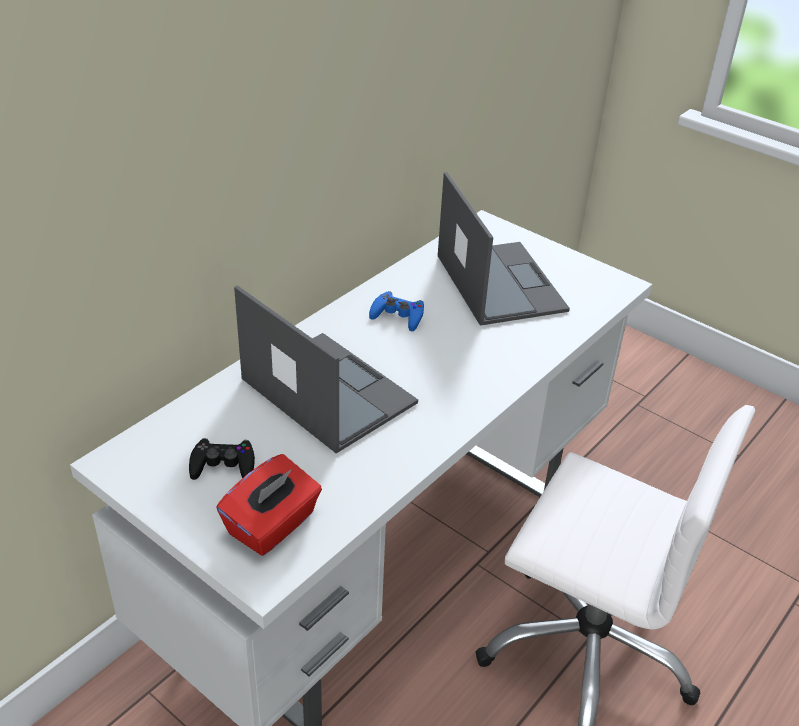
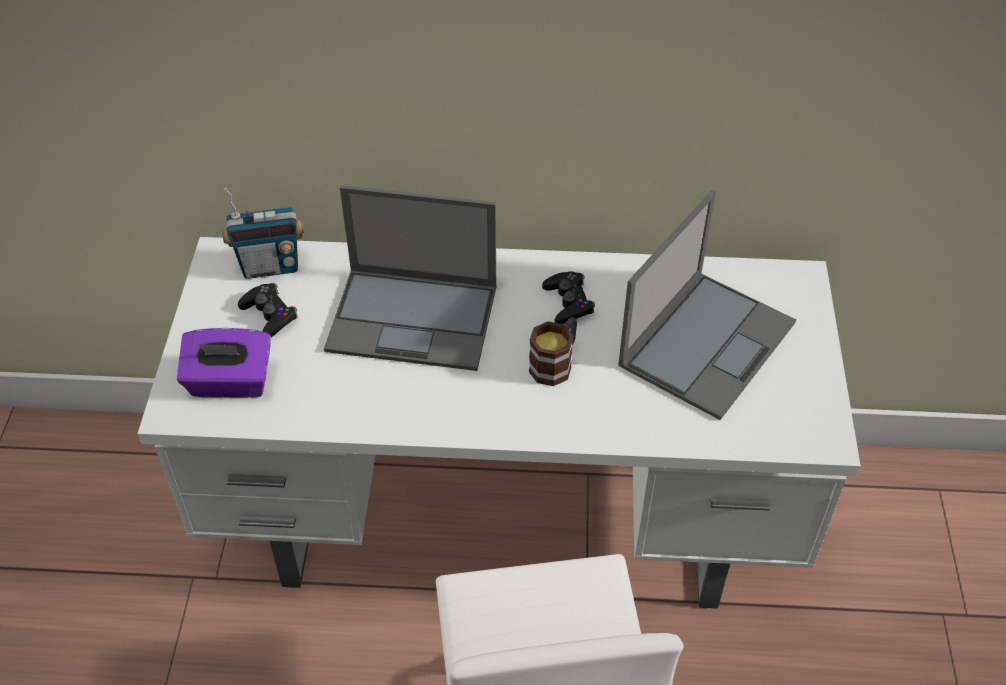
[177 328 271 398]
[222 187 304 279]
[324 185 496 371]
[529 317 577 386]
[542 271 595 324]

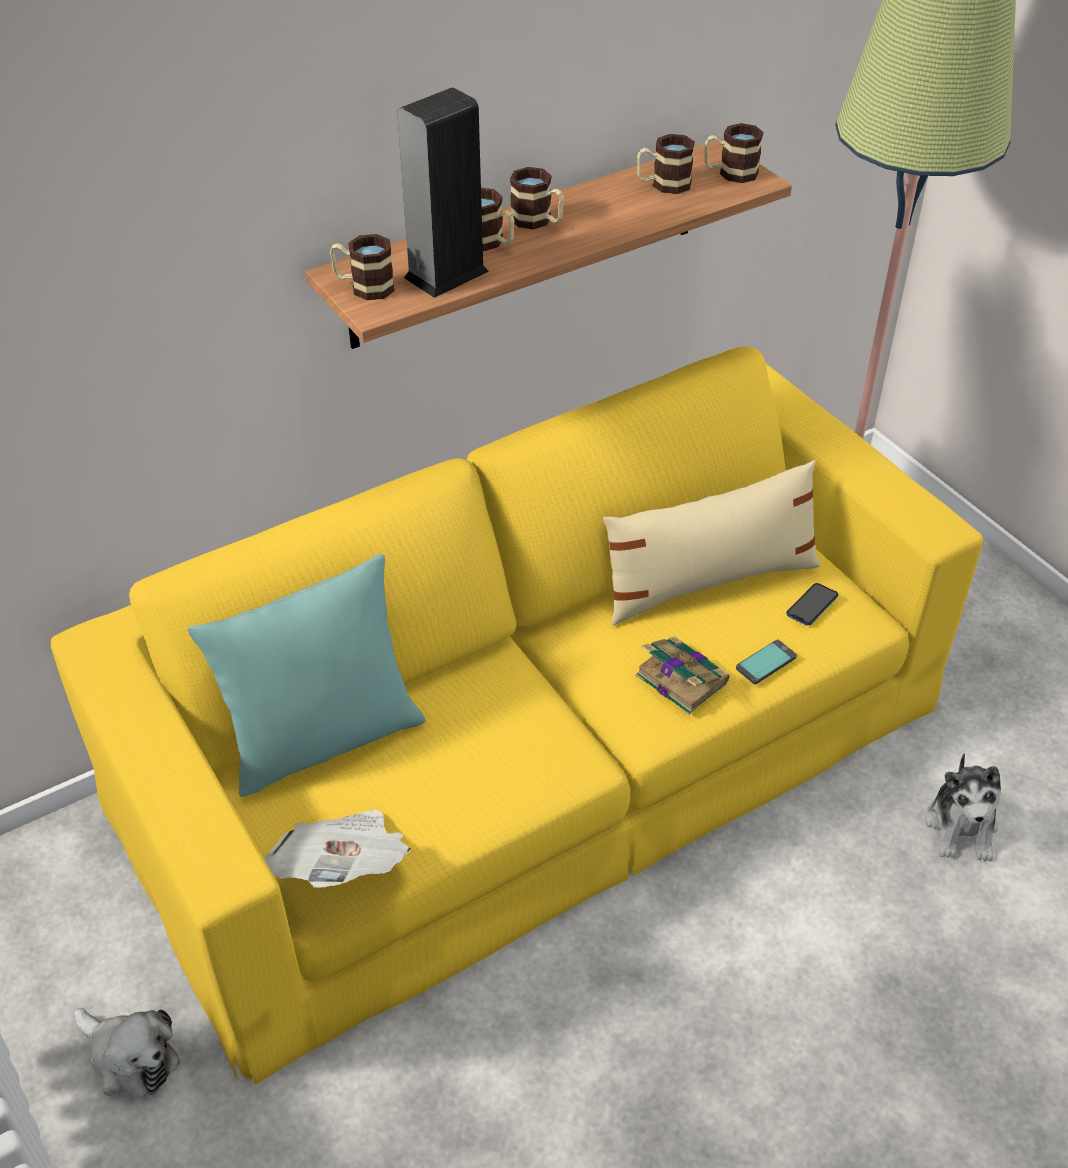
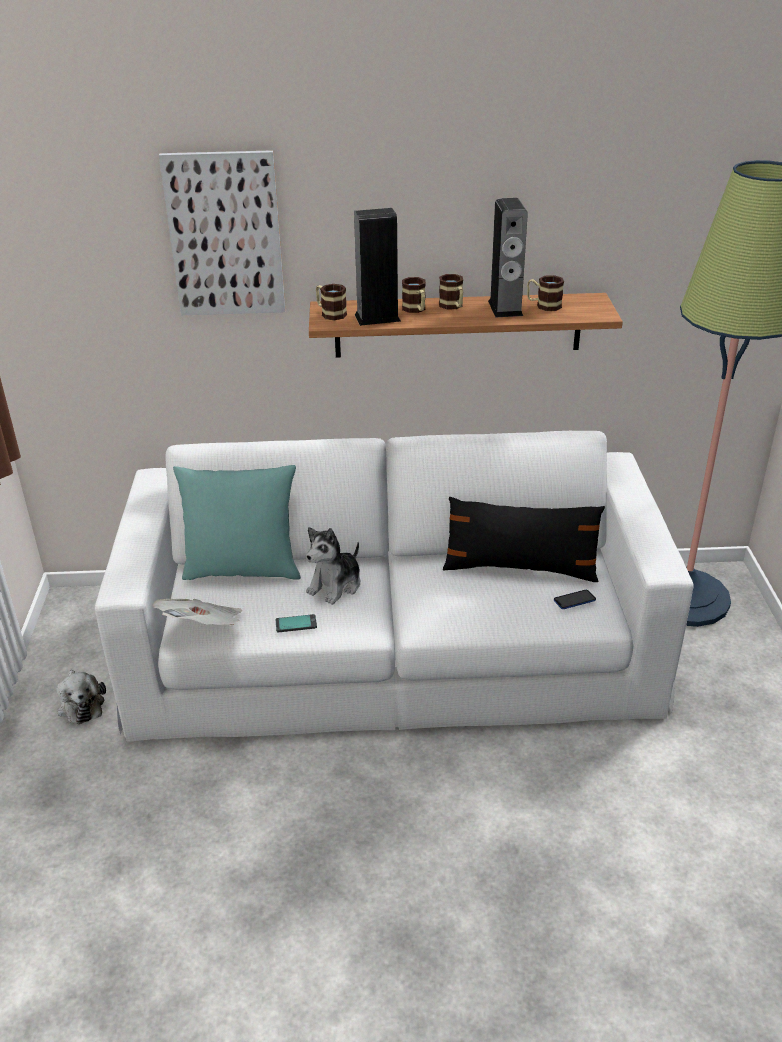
[95 431 693 742]
[159 150 285 315]
[275 614 317 632]
[306 527 360 605]
[443 497 605 582]
[488 198 528 317]
[636 636 729 715] (first image)
[704 123 764 183] (first image)

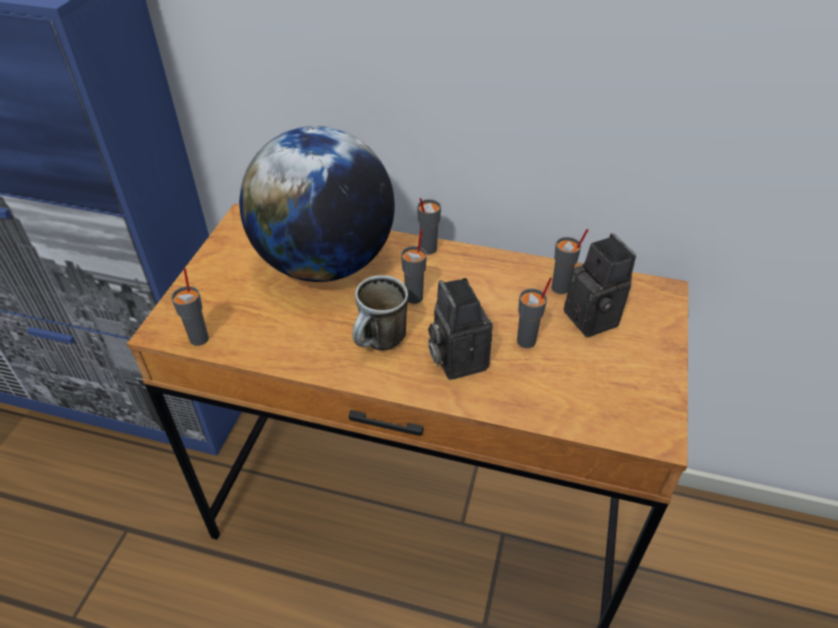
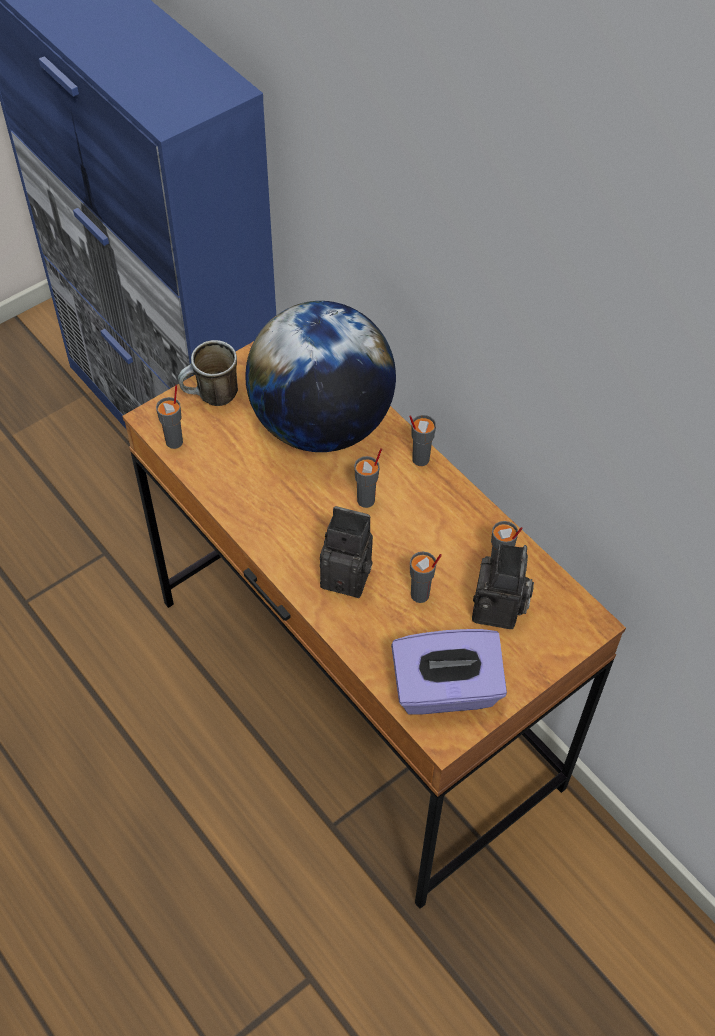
[178 340 238 406]
[320 506 373 598]
[391 629 507 715]

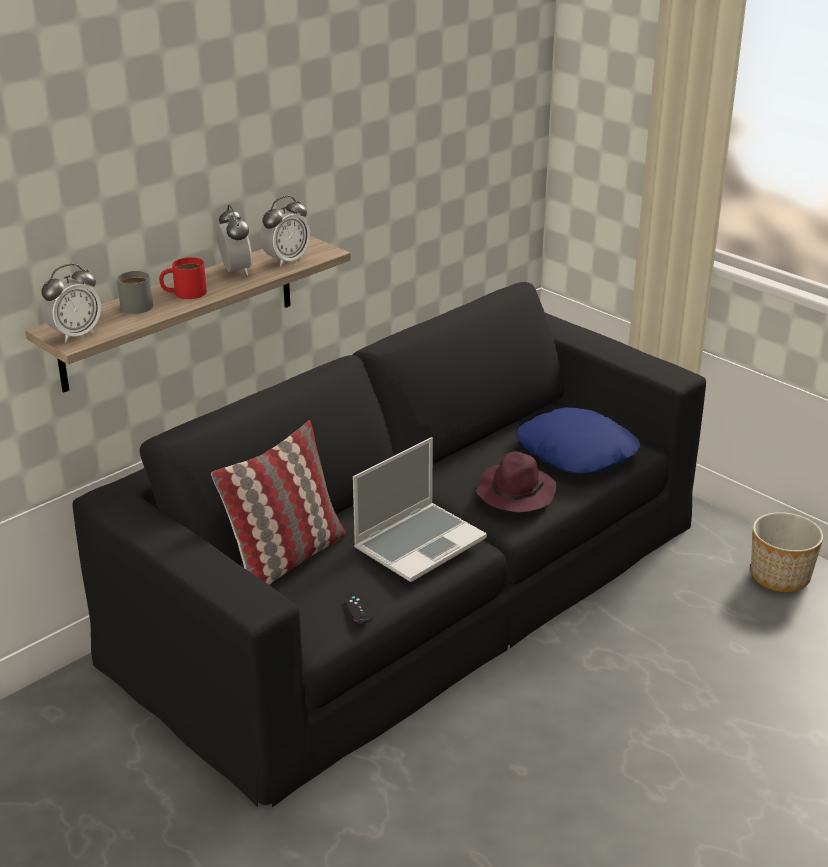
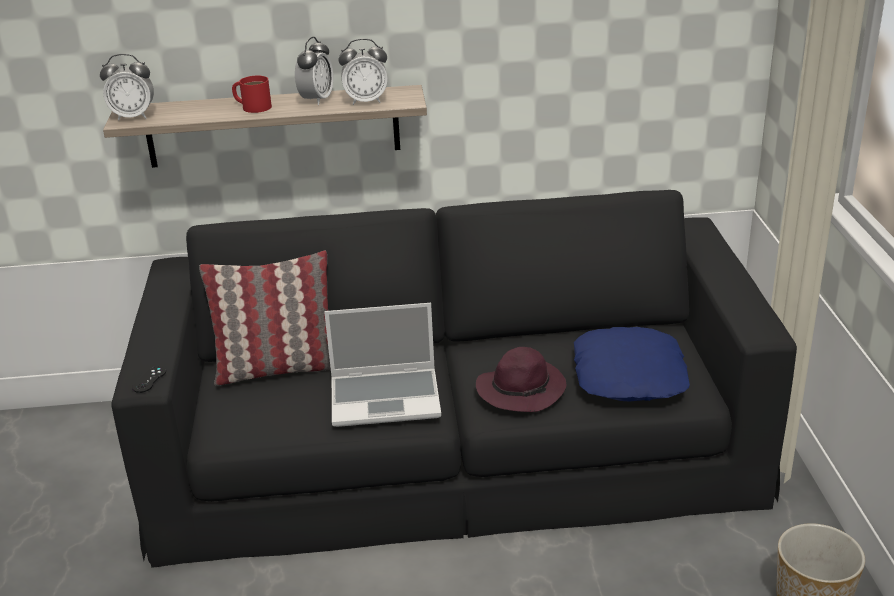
[132 366 166 393]
[117 271 153 314] (first image)

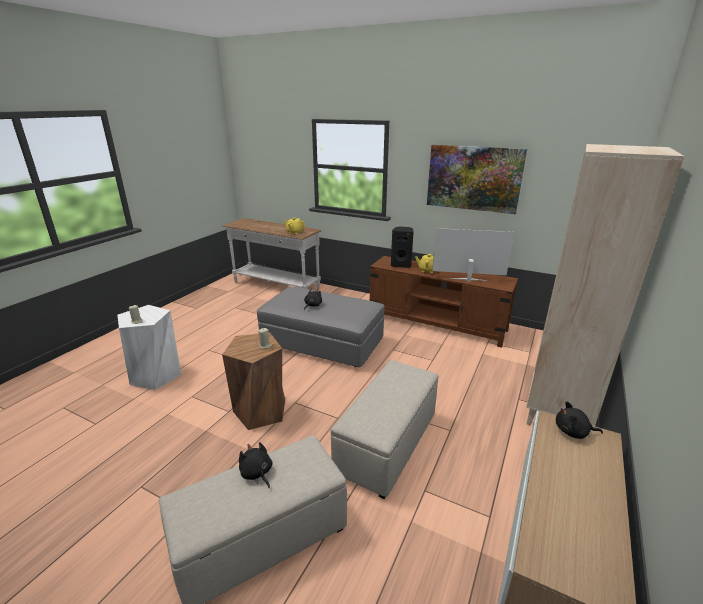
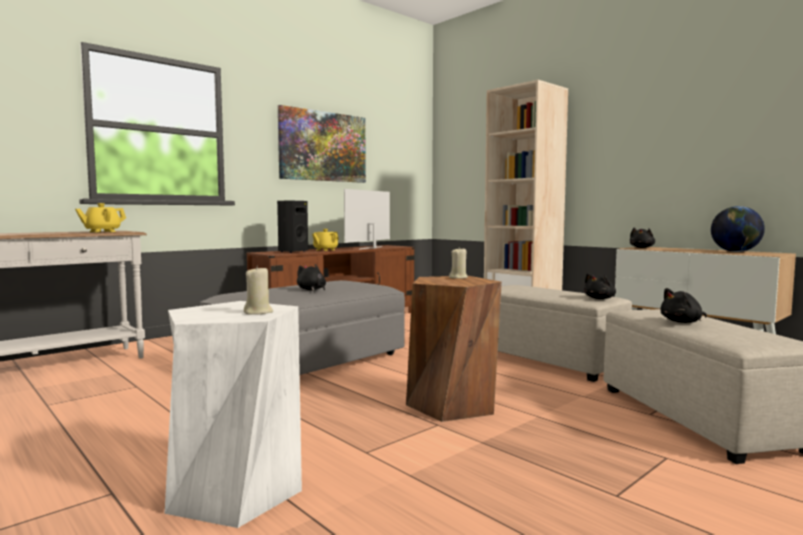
[584 273 616 299]
[711 206 765 252]

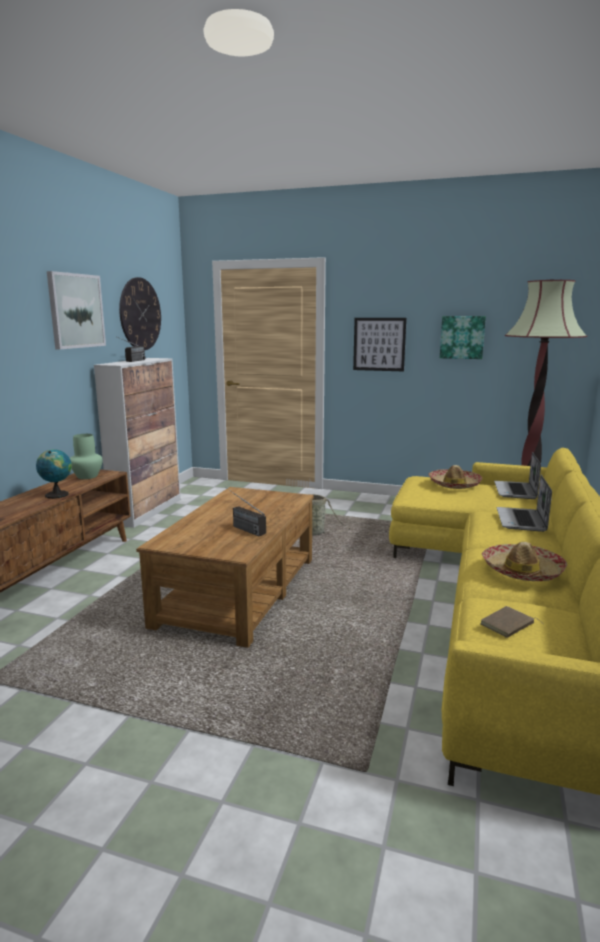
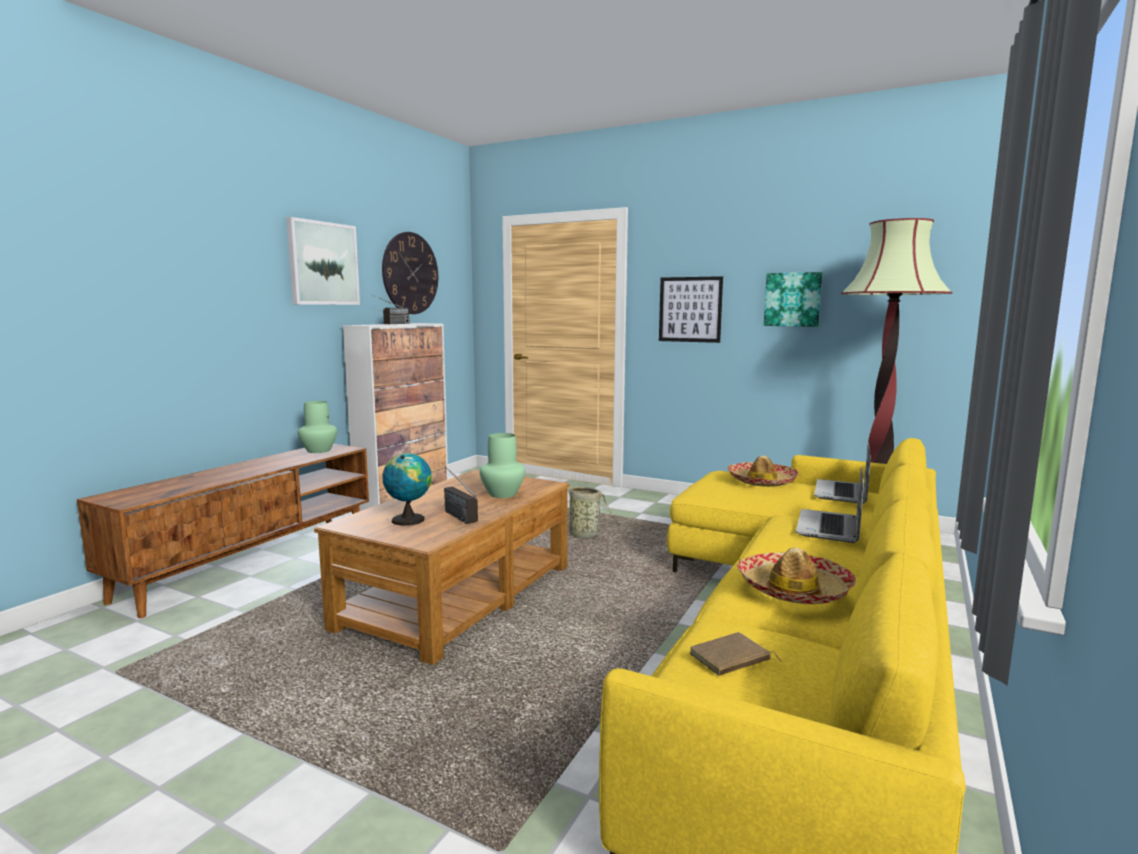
[382 453 432 526]
[480 433 525 498]

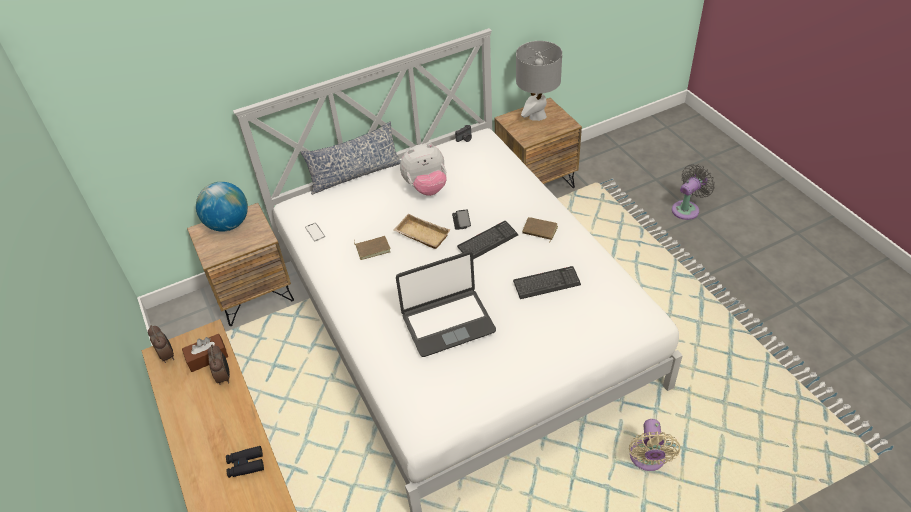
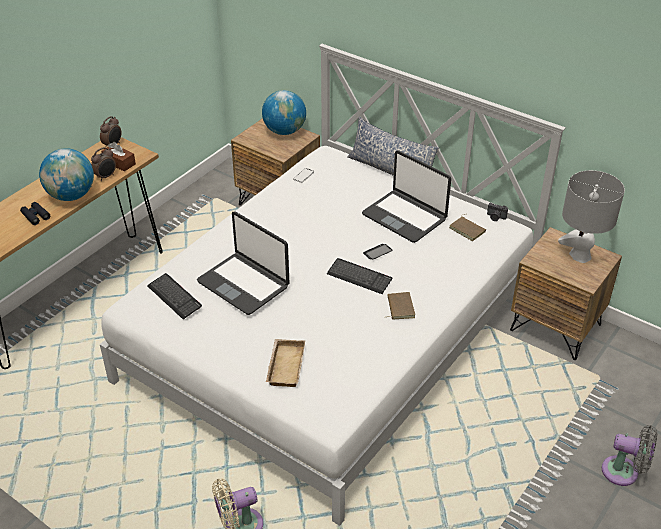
[39 148 94 201]
[147 273 202 319]
[266 339 305 387]
[362 150 451 243]
[449 214 486 241]

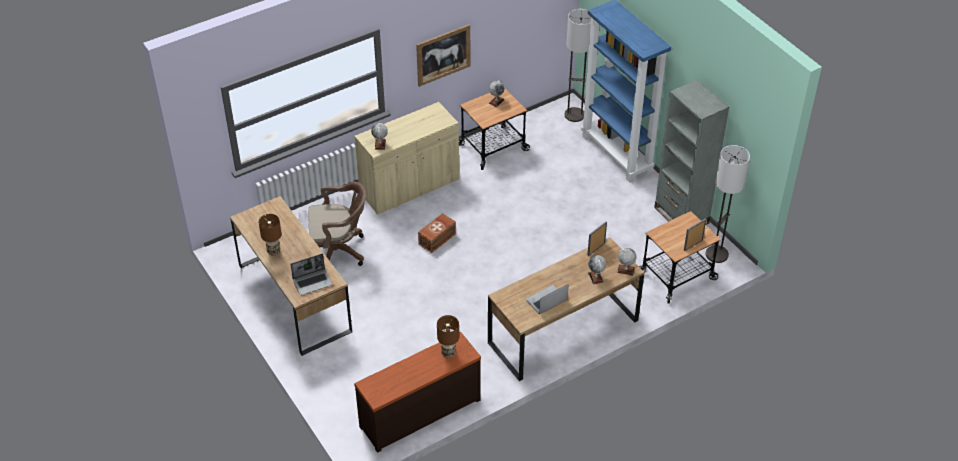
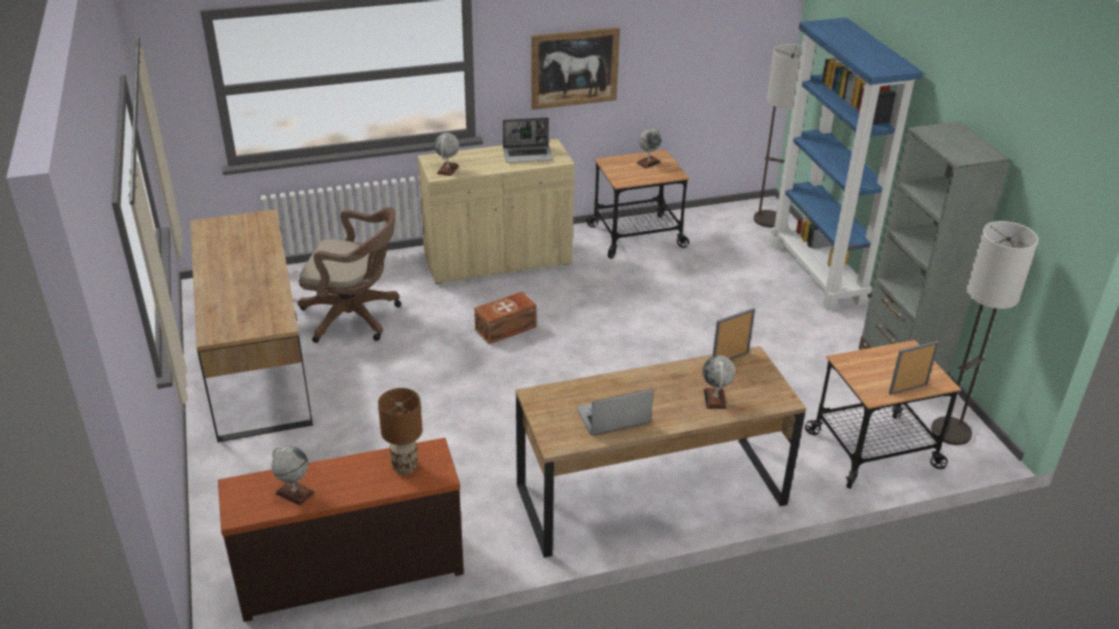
[271 446 315 506]
[503 118 553 163]
[259 214 282 256] (first image)

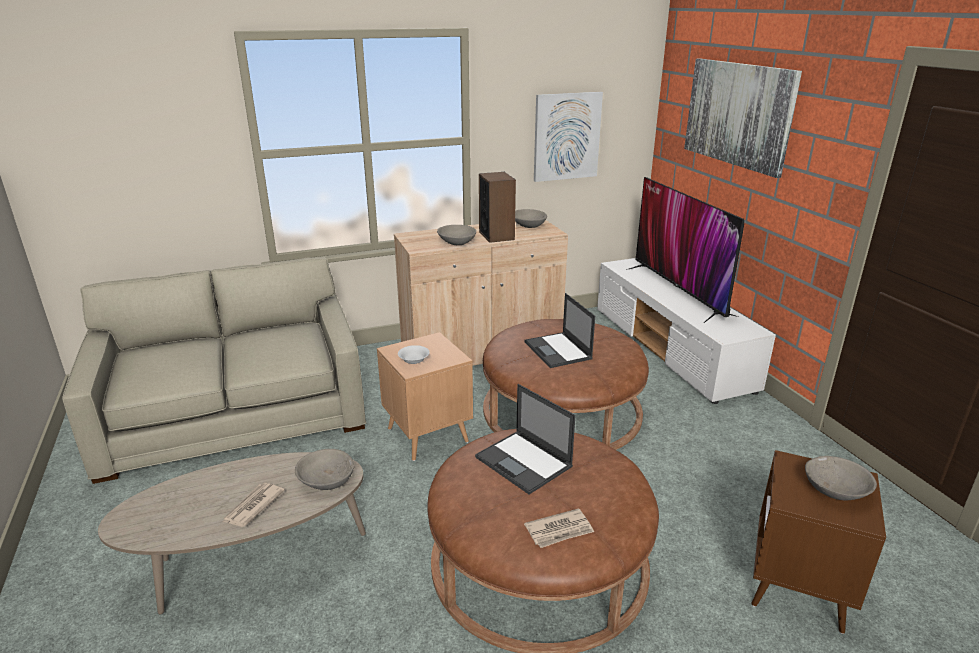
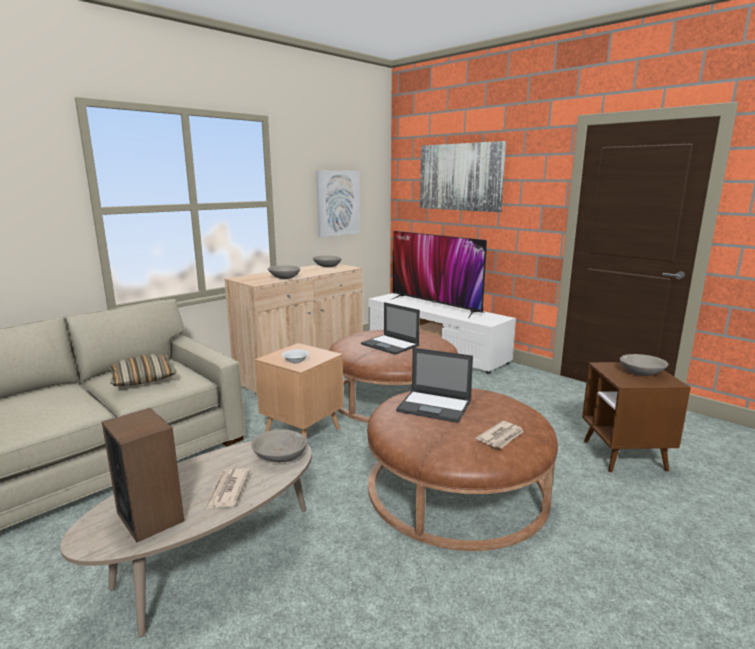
[102 408 184 542]
[108 354 177 386]

